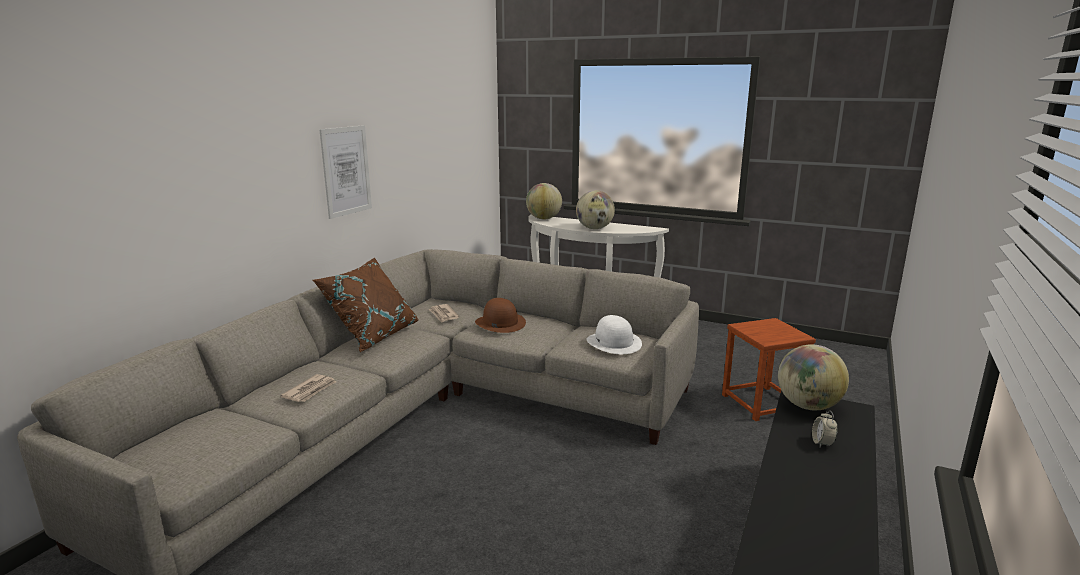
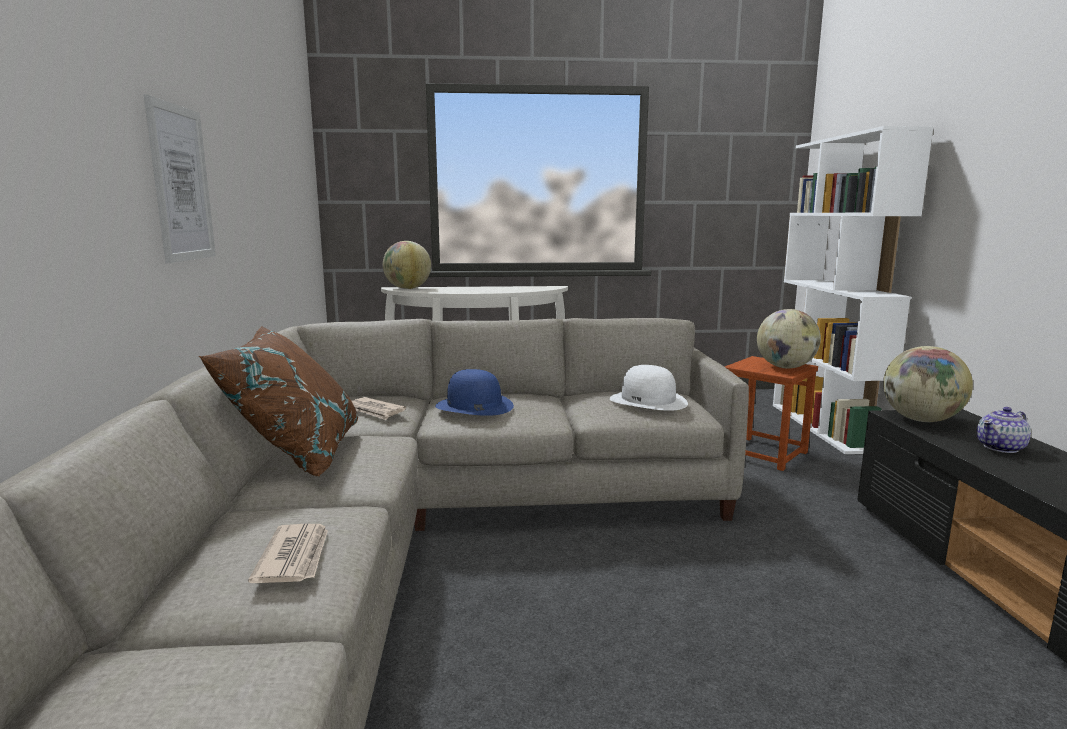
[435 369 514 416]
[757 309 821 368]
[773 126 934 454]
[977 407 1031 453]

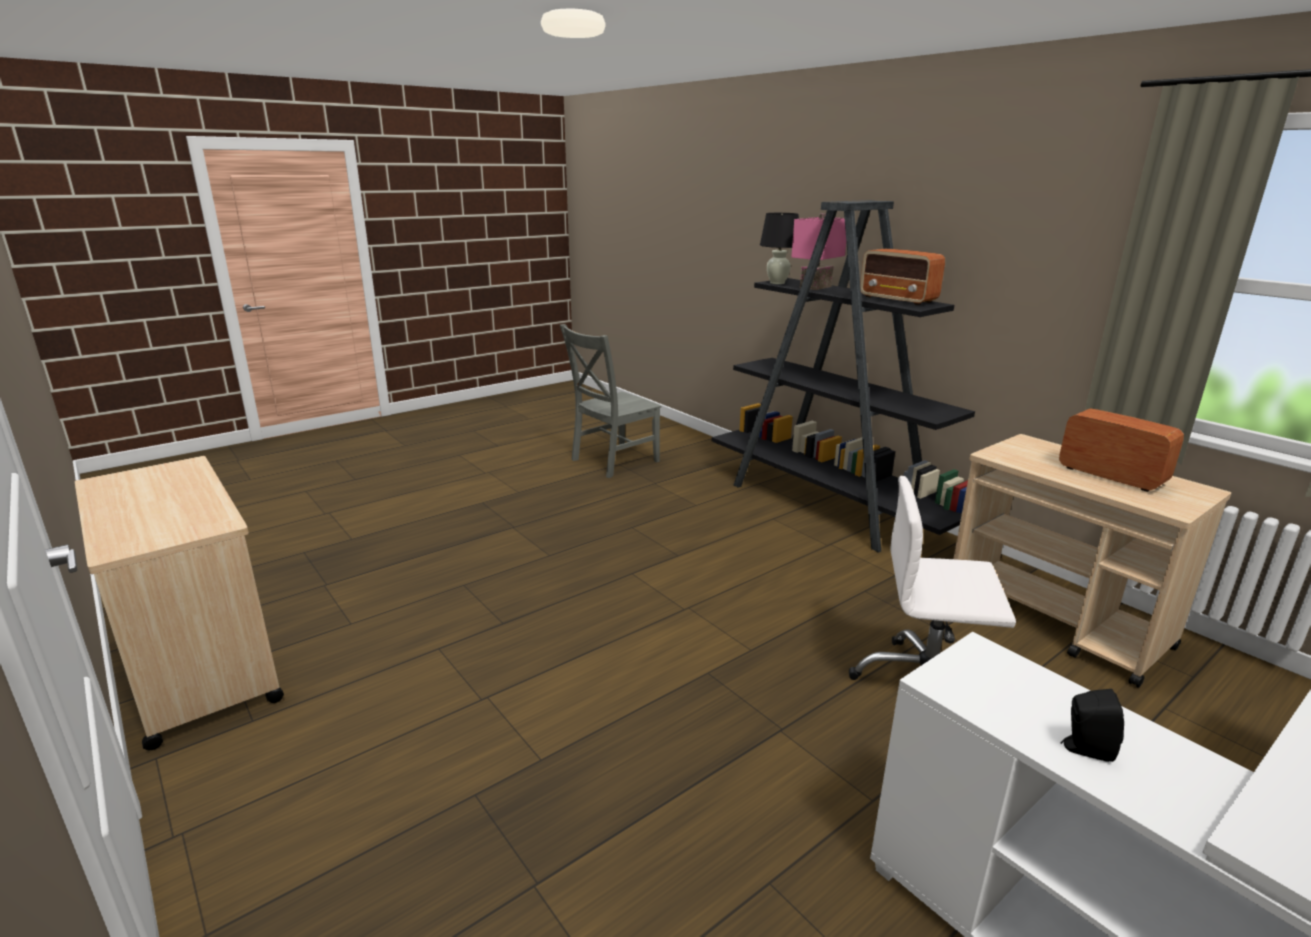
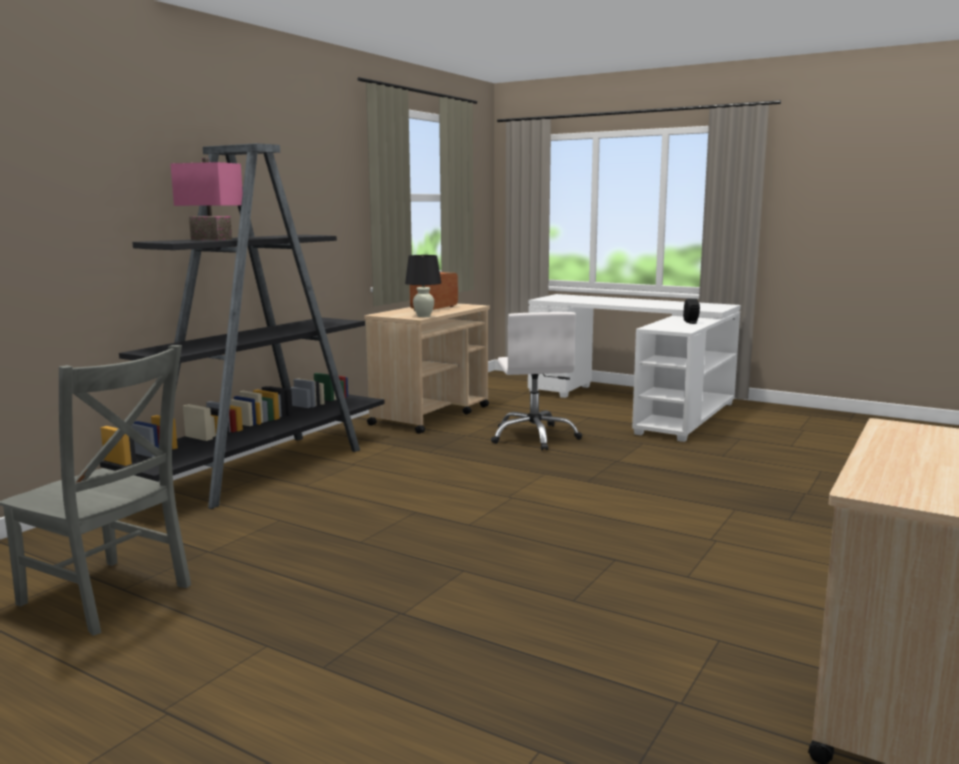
[405 255 441 317]
[860 249 945 305] (first image)

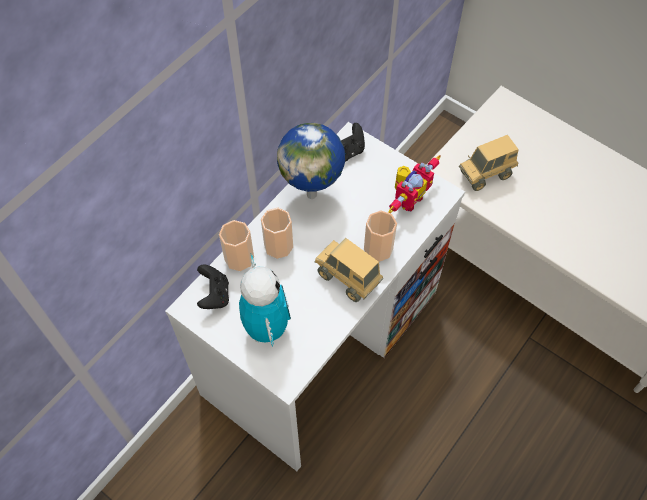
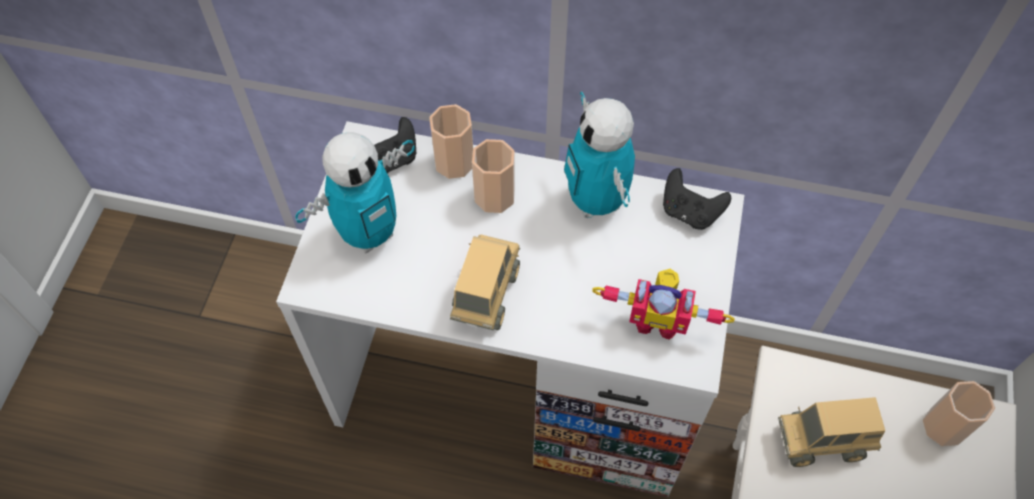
[564 92 635 218]
[778 397 885 467]
[923 381 995 446]

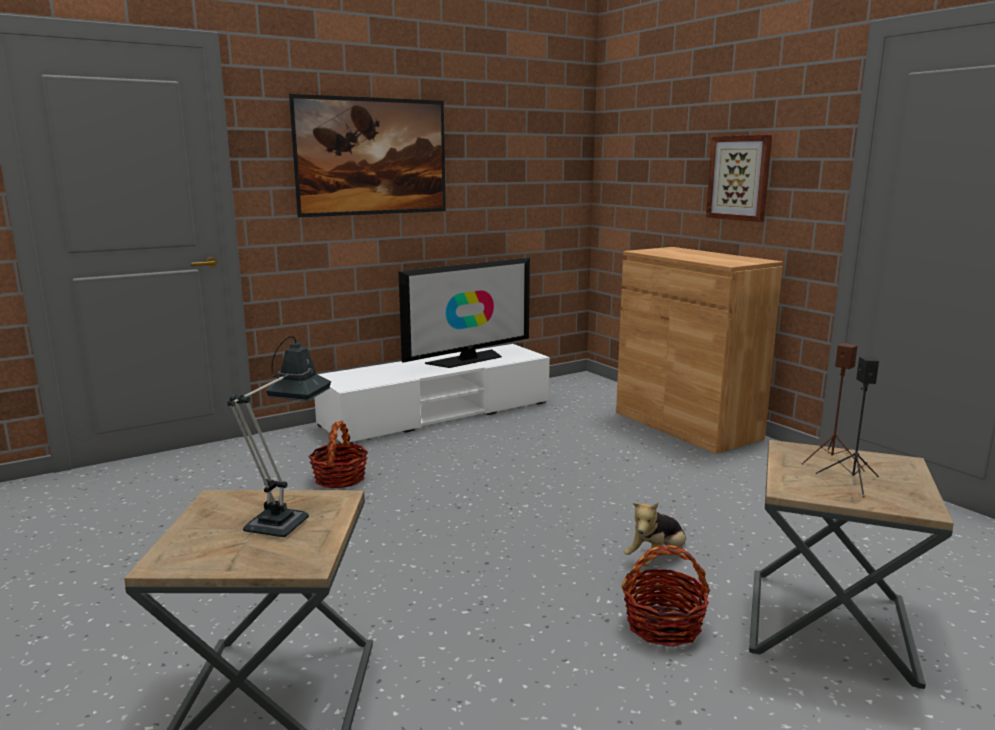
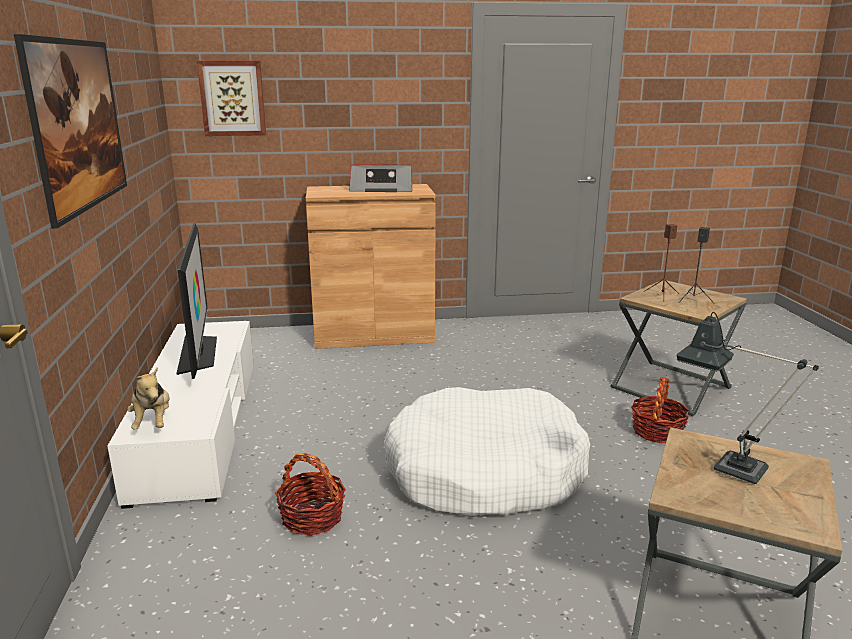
[127 368 169 429]
[197 61 266 136]
[349 164 412 192]
[384 387 590 517]

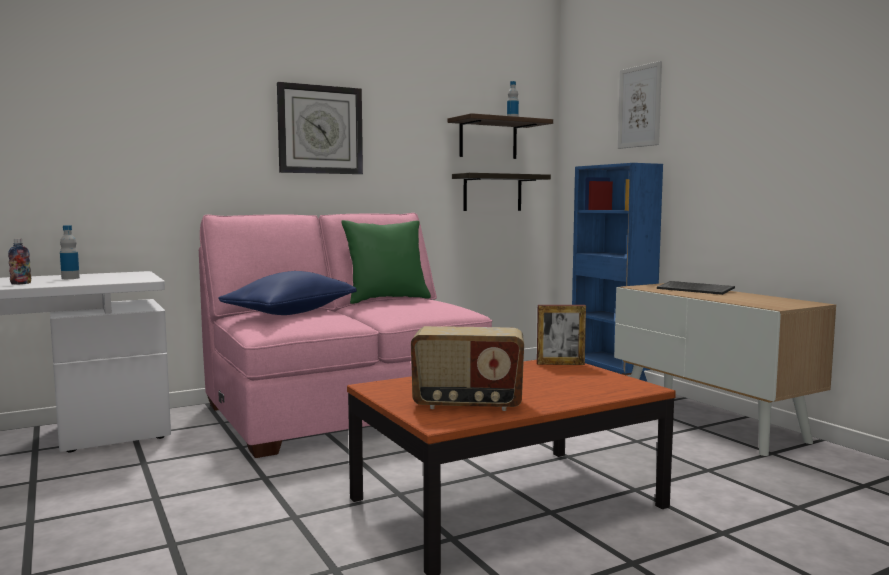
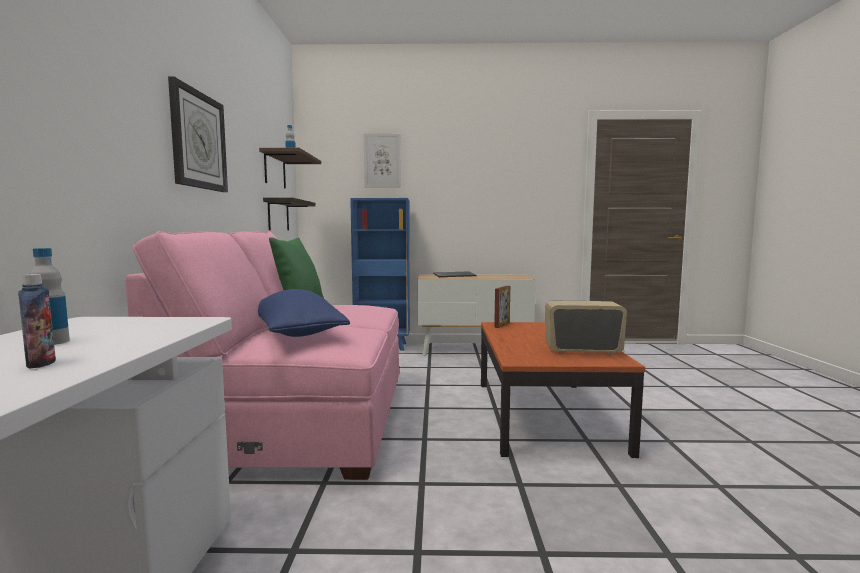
[545 301 627 355]

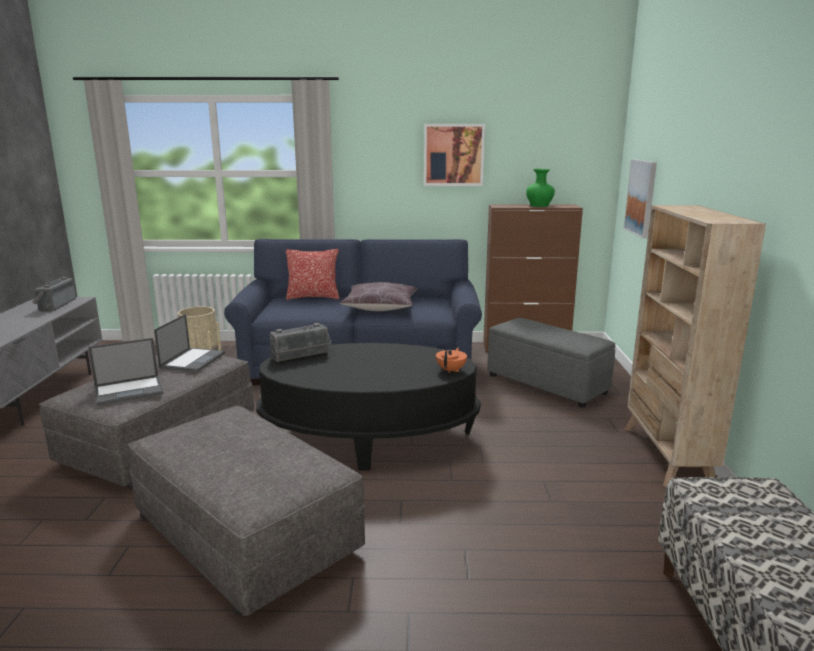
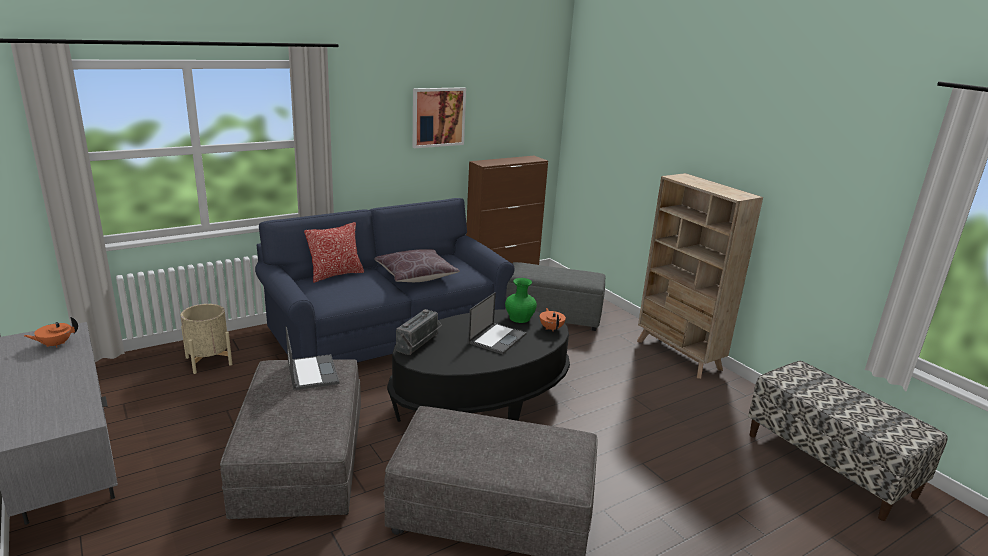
[24 317 78 347]
[468 292 527 354]
[505 278 537 323]
[623 159 657 238] (first image)

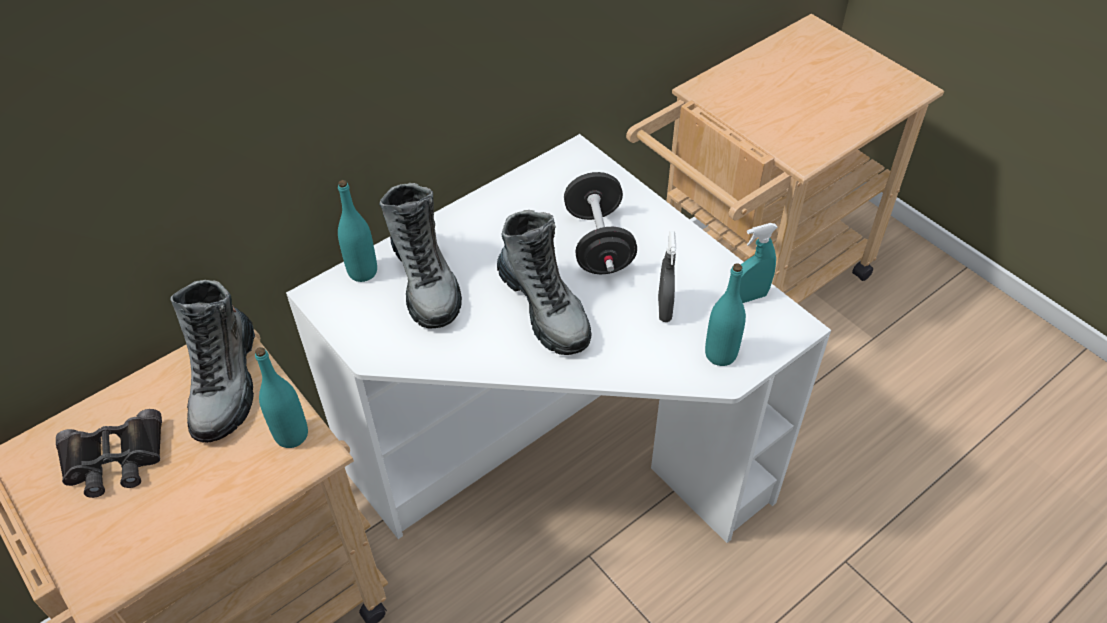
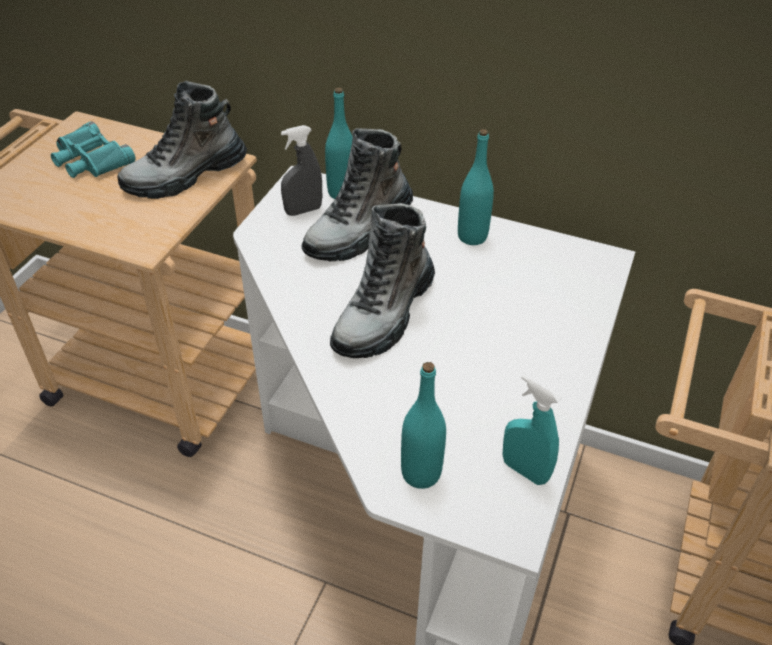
[51 121 136 178]
[281 125 322 216]
[458 129 494 245]
[564 172 637 274] (first image)

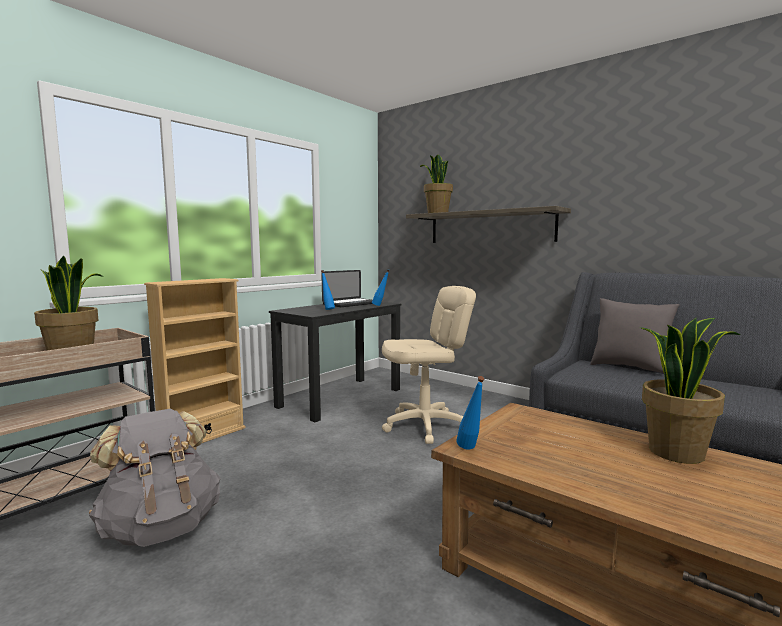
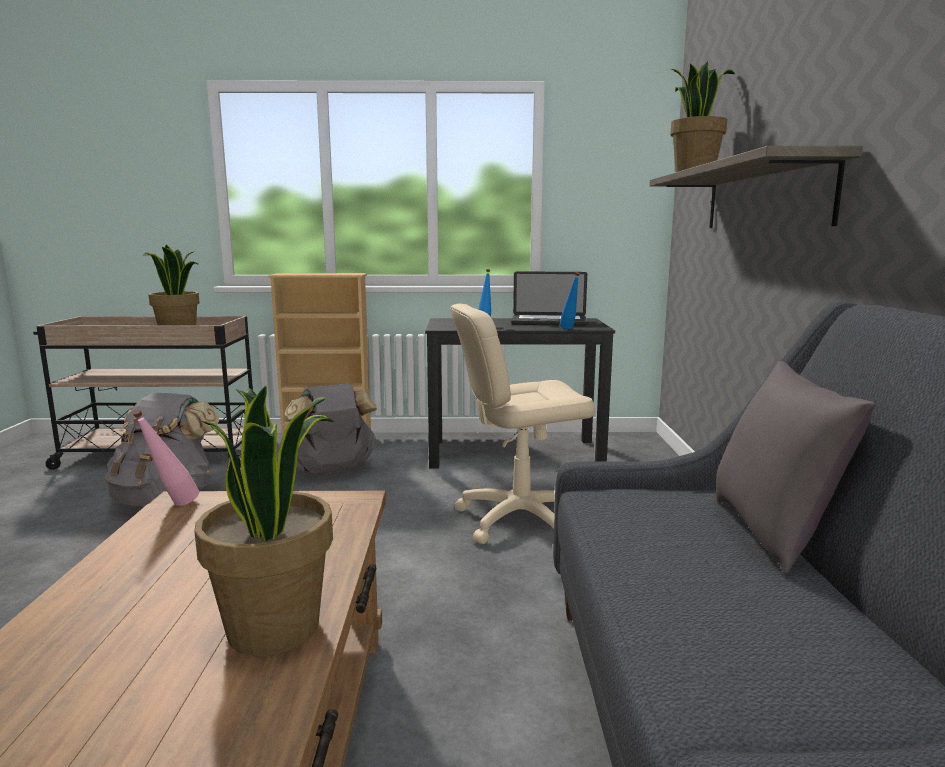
[133 410 199 506]
[279 384 377 475]
[450 304 595 544]

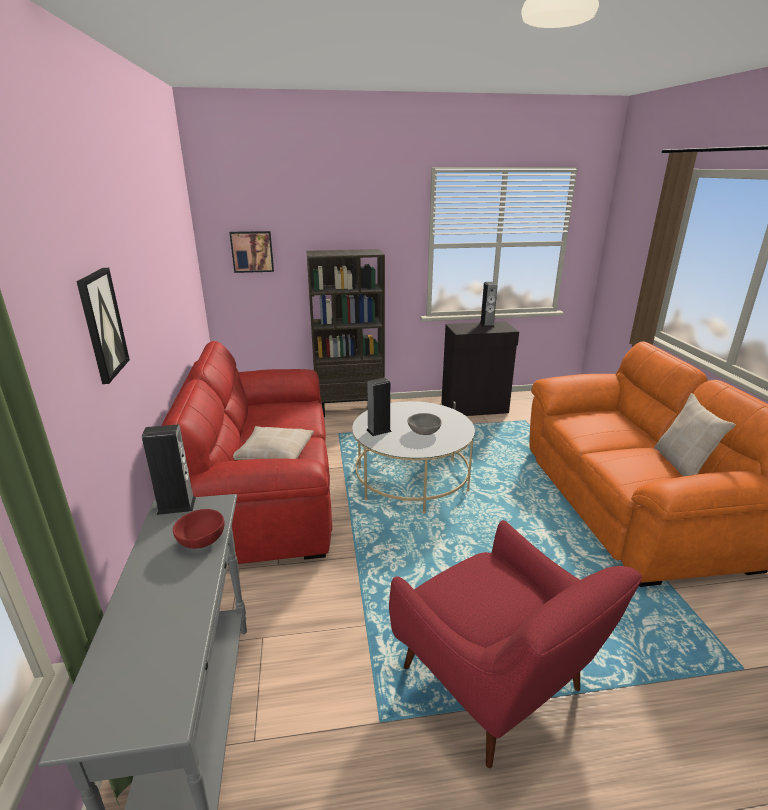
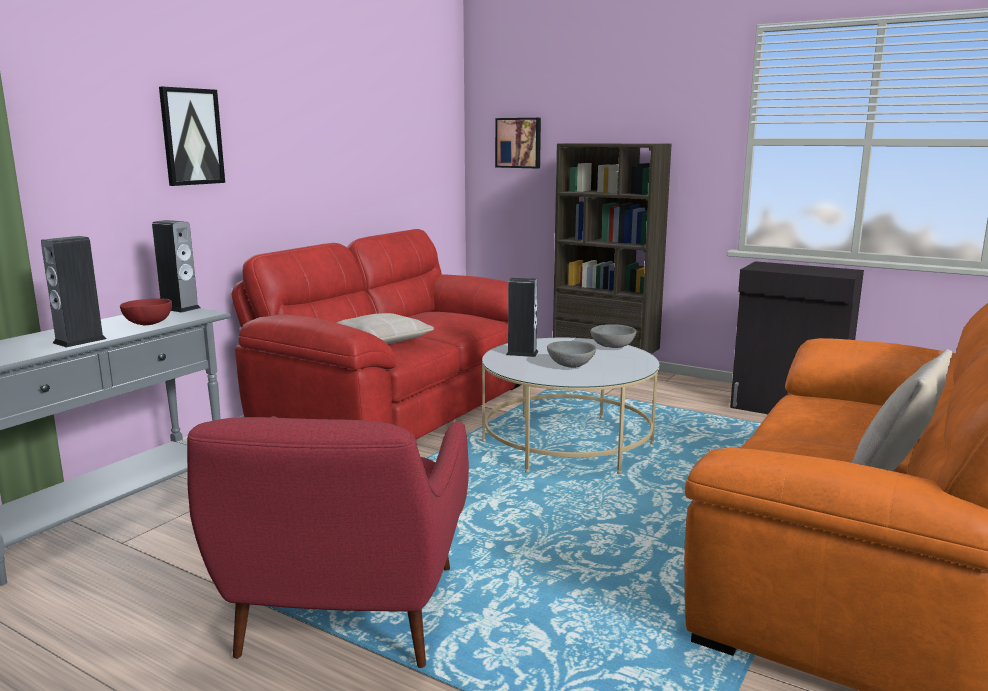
[41 236 106 348]
[590 324 636 348]

